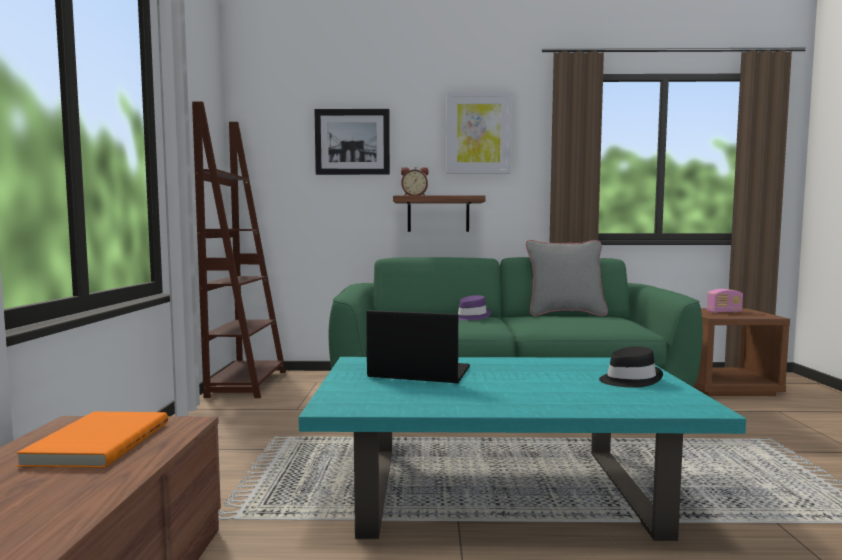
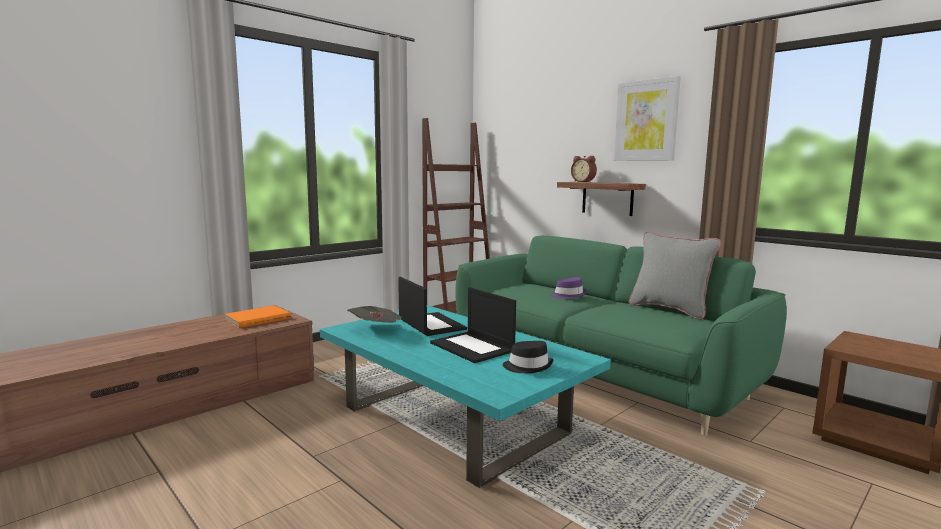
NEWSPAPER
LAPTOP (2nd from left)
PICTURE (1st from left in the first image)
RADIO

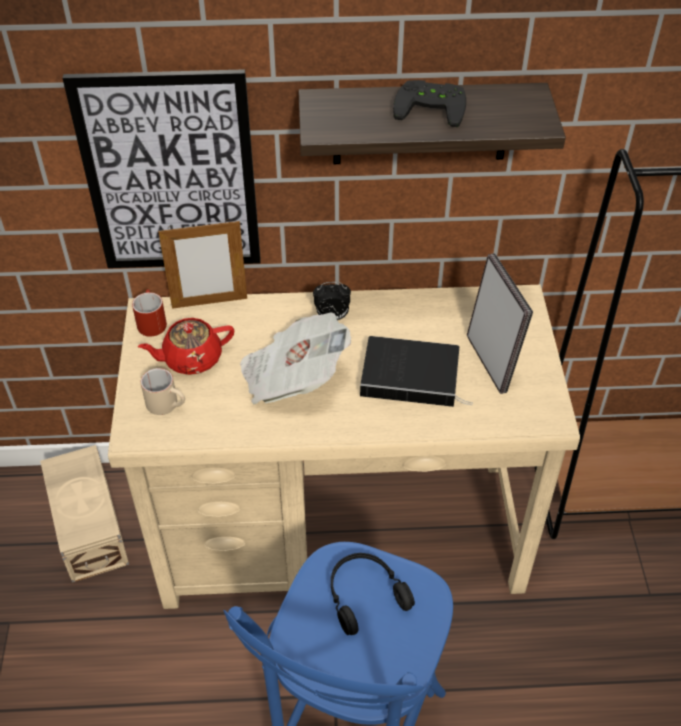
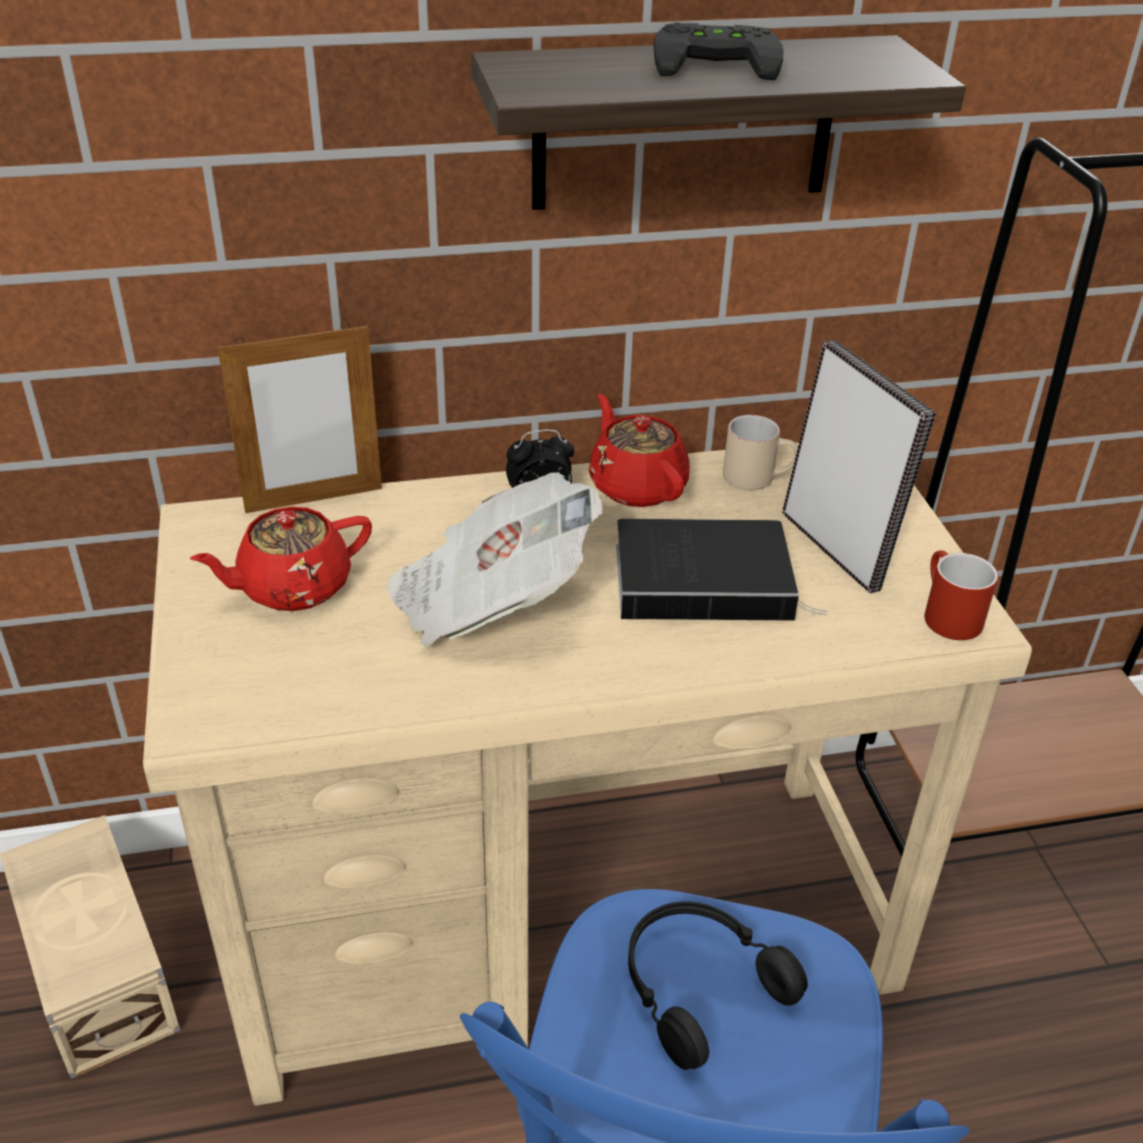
RED TEAPOT (2nd from left)
BEIGE MUG
RED MUG
PICTURE

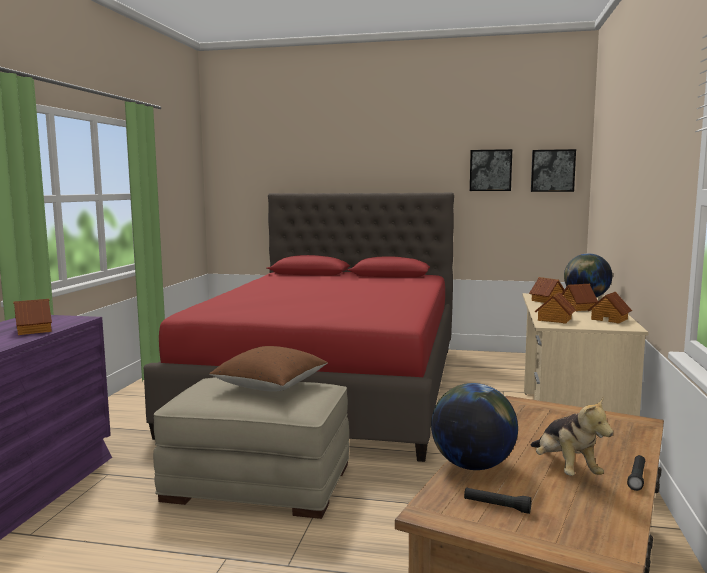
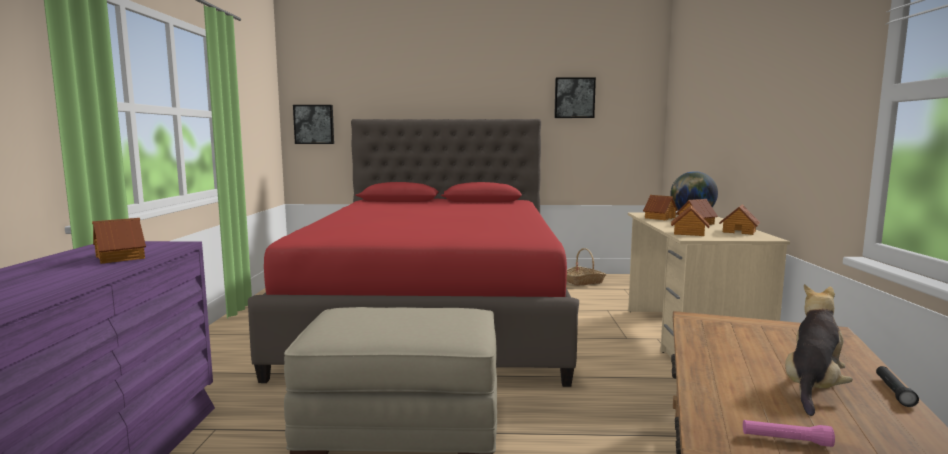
PICTURE (1st from left)
BASKET
PINK FLASHLIGHT
PLUSH TOY
BROWN PILLOW
GLOBE (1st from left in the first image)

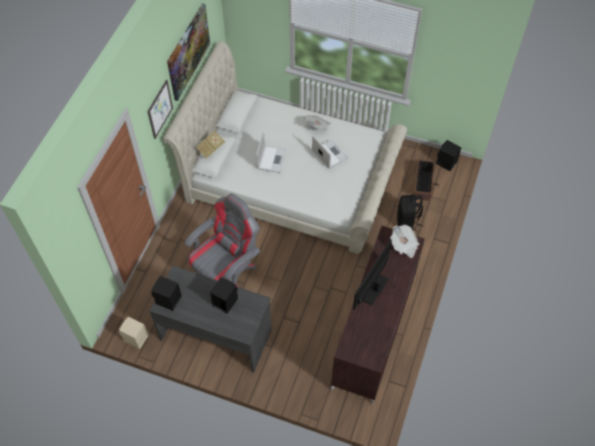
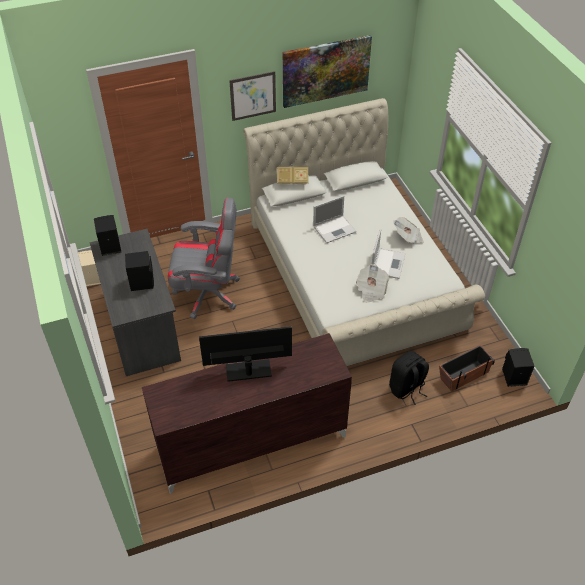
NEWSPAPER (1st from left)

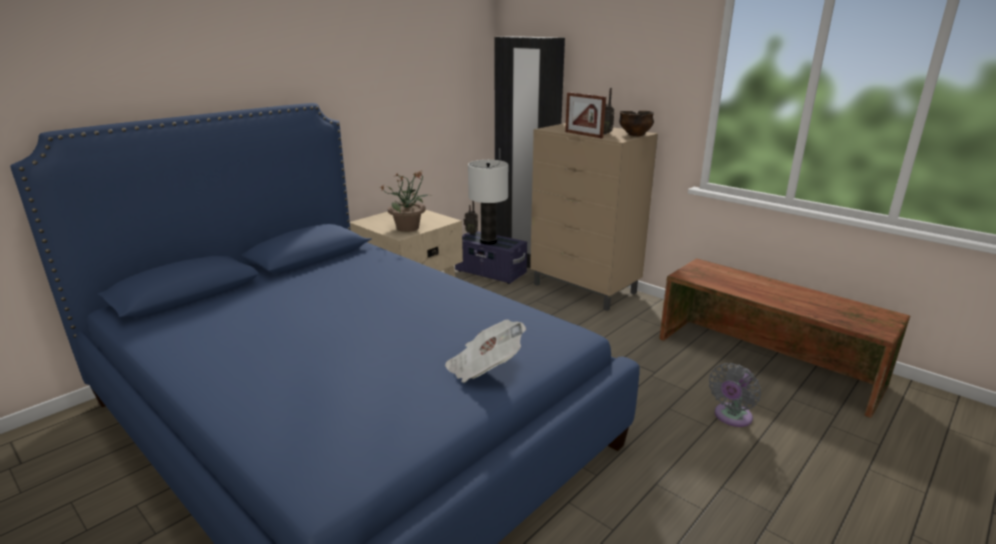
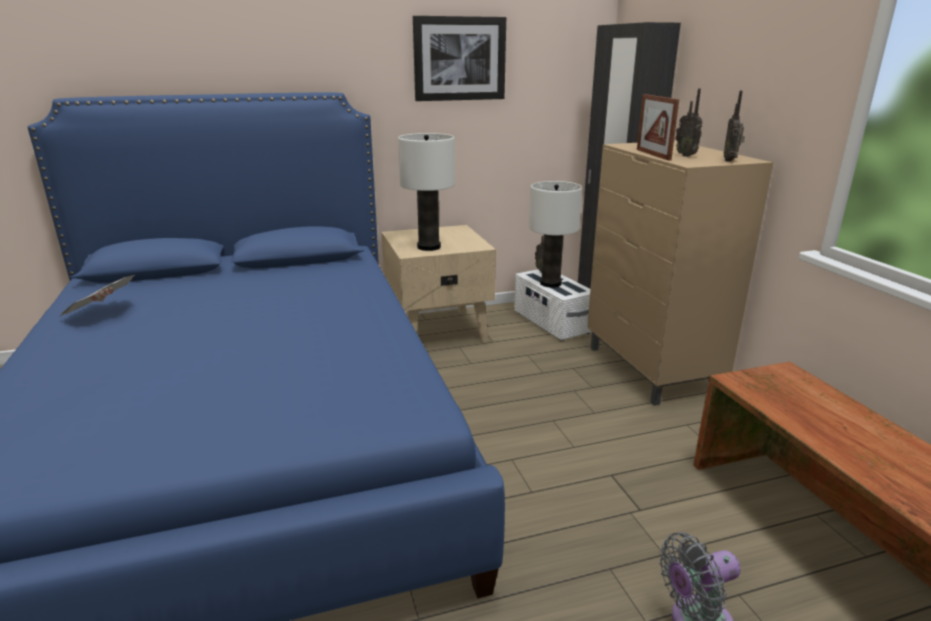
NEWSPAPER
WHITE TABLE LAMP (1st from left)
PICTURE
WHITE STORAGE BOX
RADIO (3rd from left)

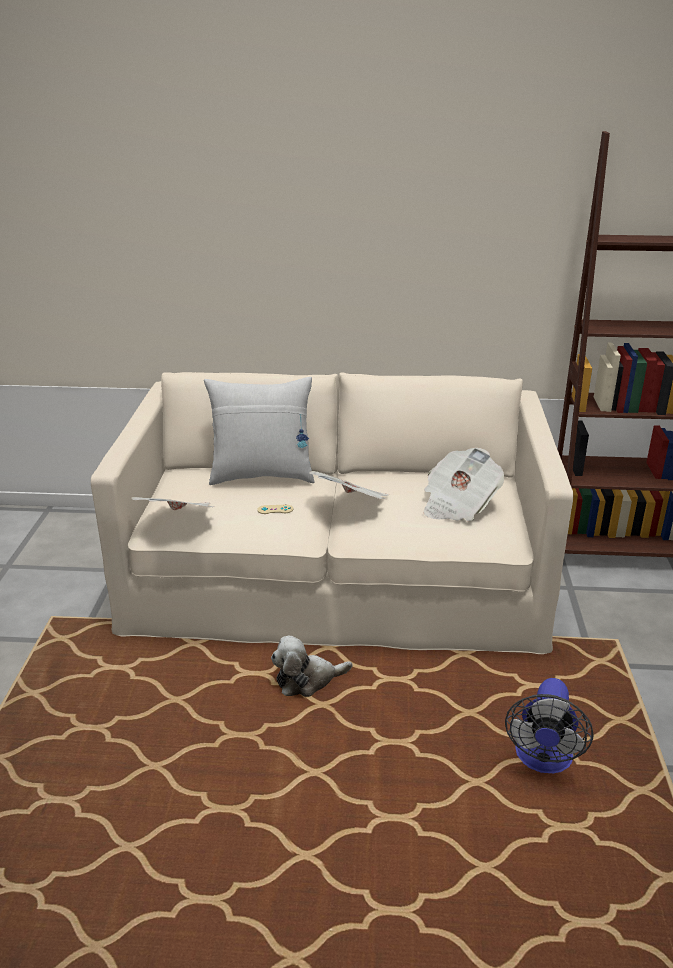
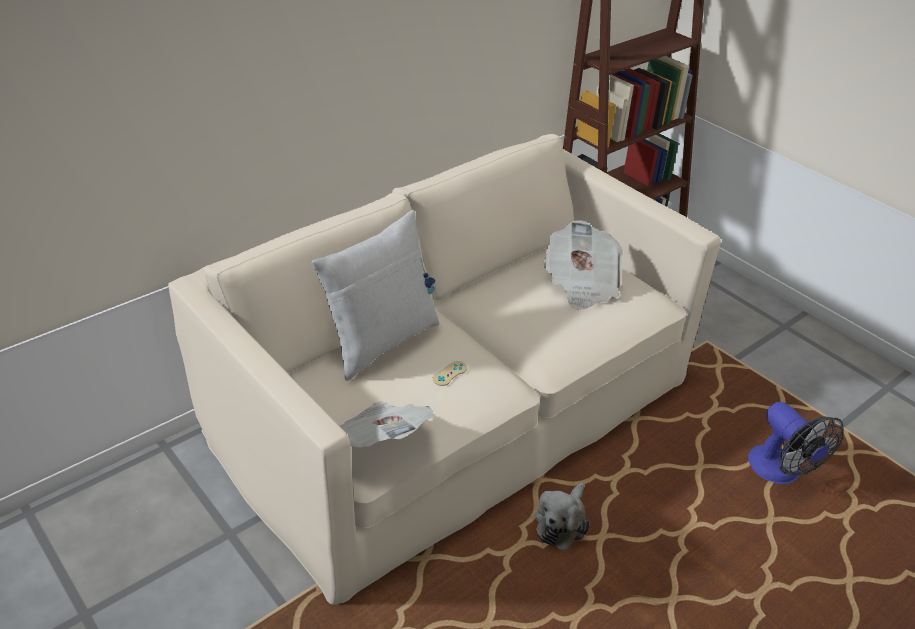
NEWSPAPER (2nd from left in the first image)

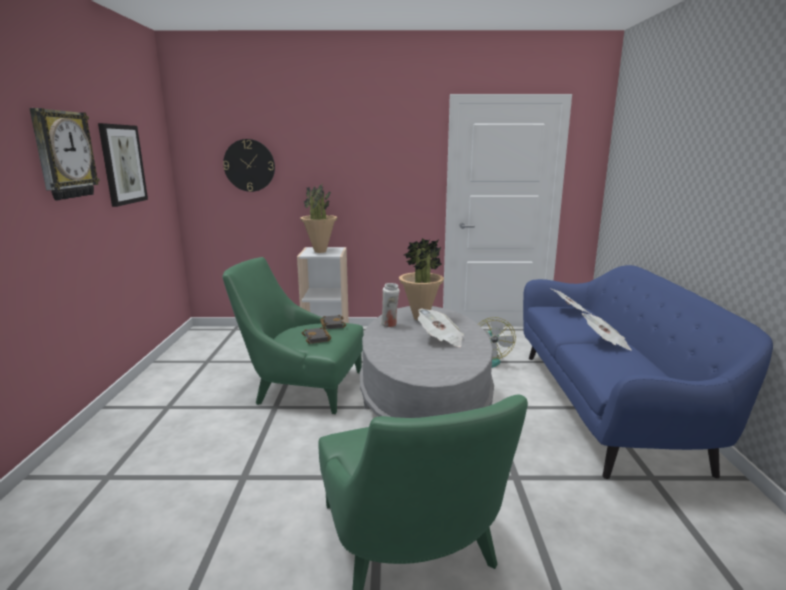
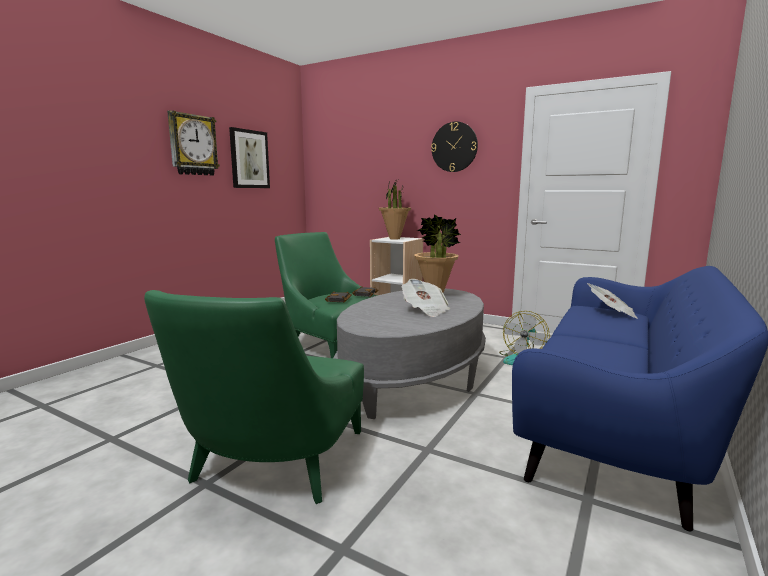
WALL CLOCK (2nd from left)
WHITE VASE
NEWSPAPER (3rd from left in the first image)

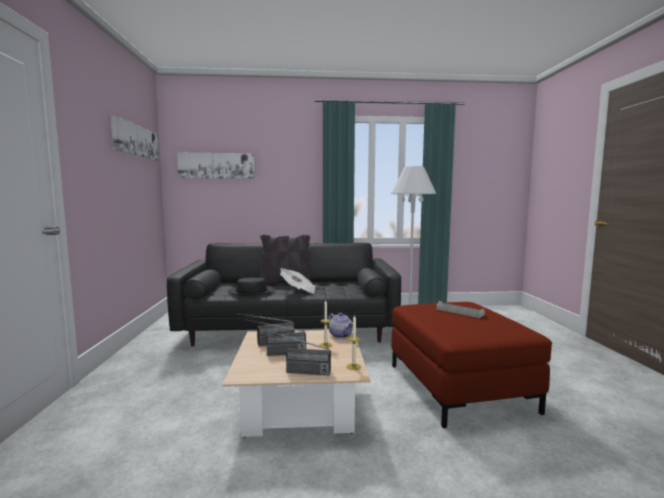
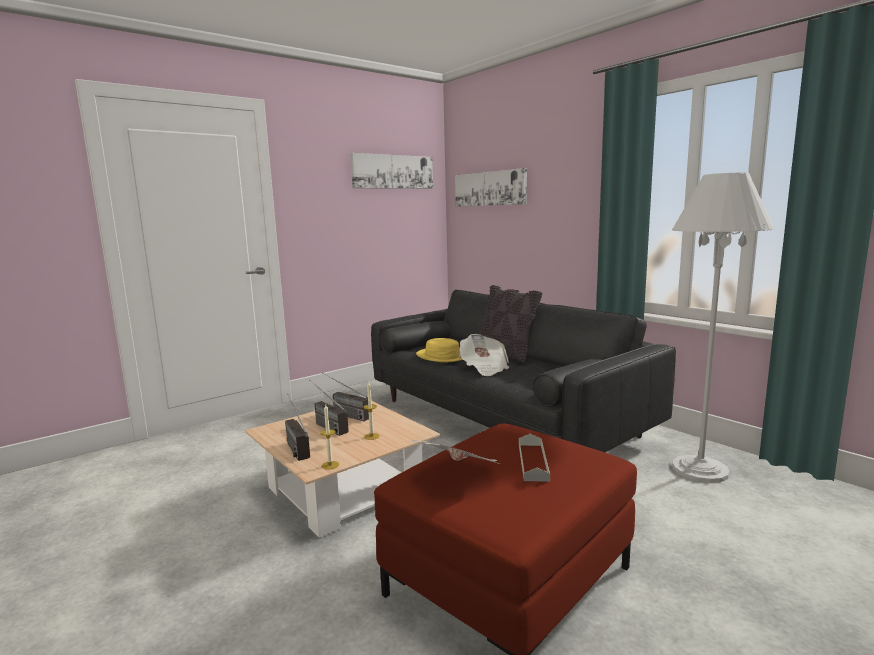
NEWSPAPER (1st from left)
YELLOW HAT
TEAPOT

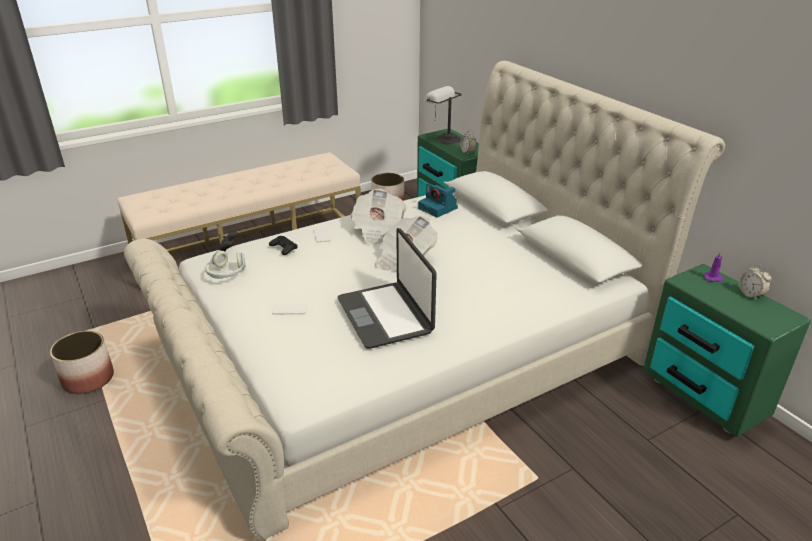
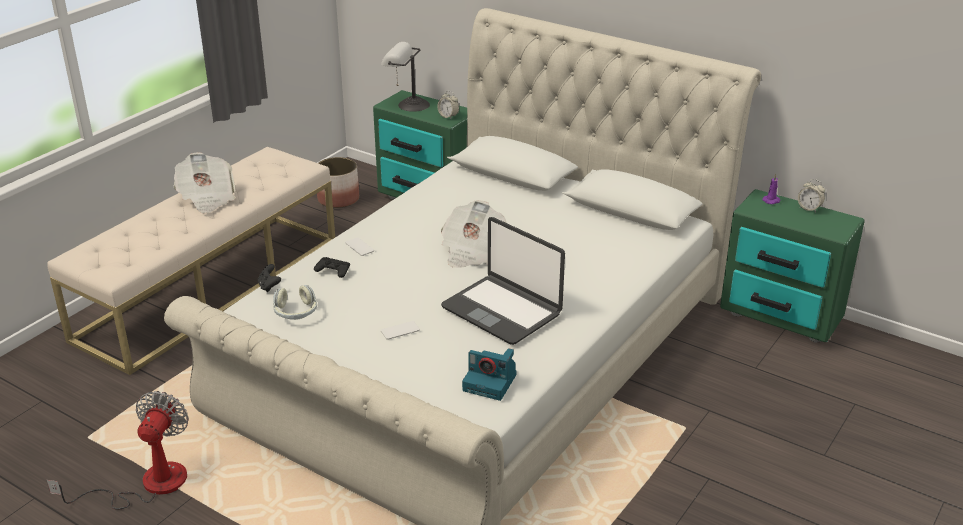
FAN
NEWSPAPER (1st from left)
PHOTO CAMERA

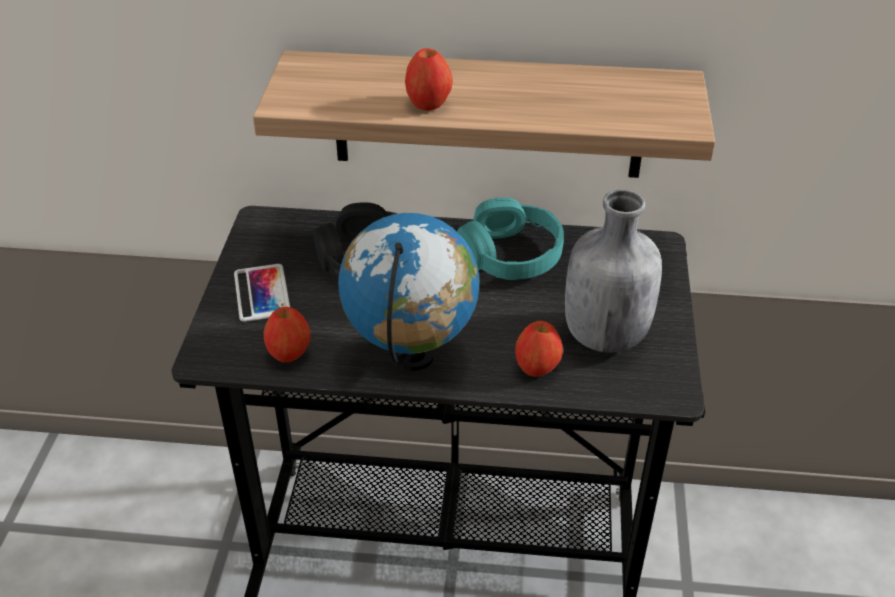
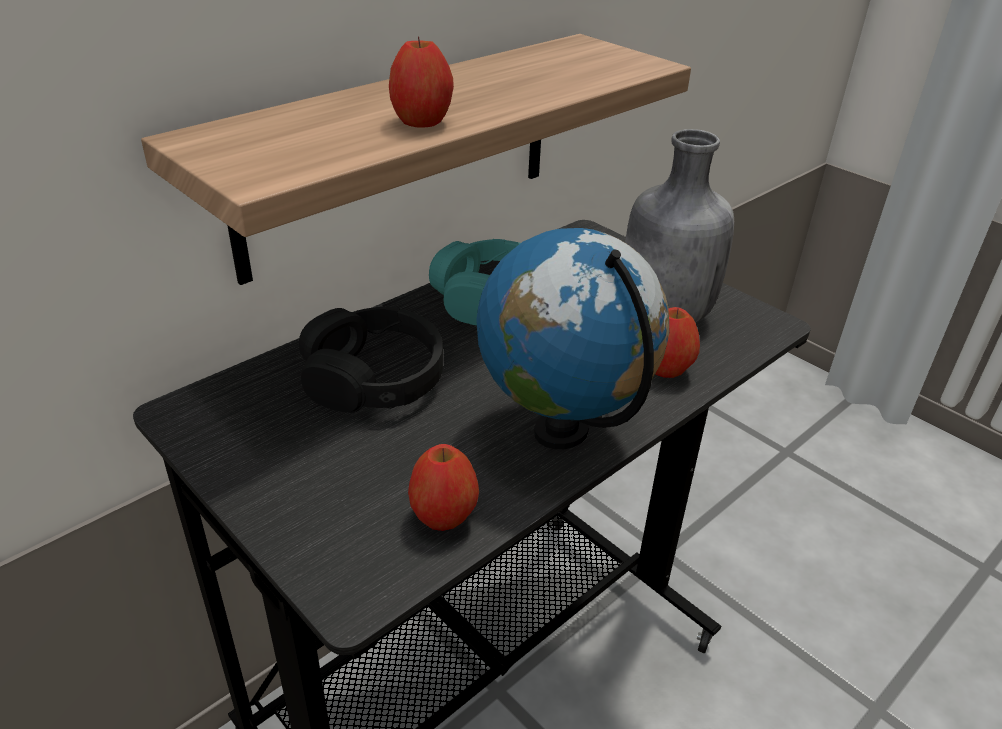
PHONE

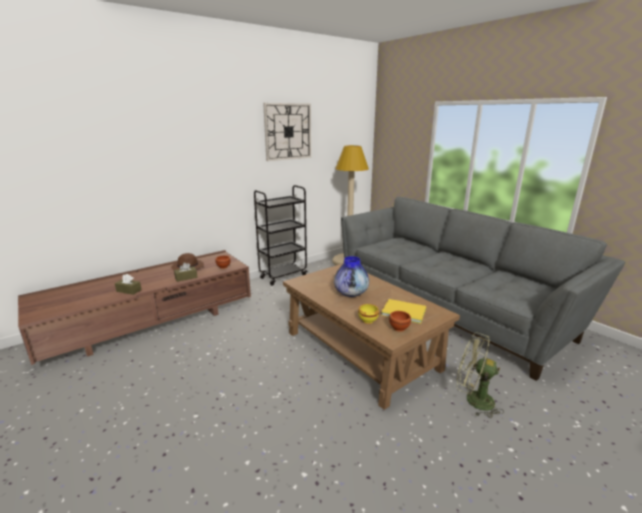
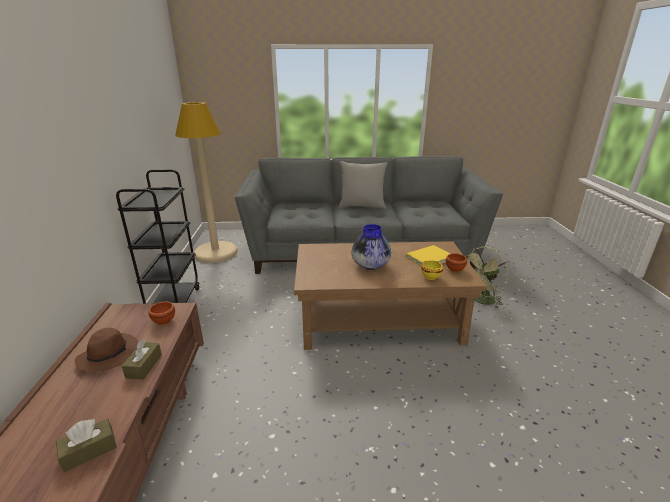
GREY PILLOW
WALL CLOCK

